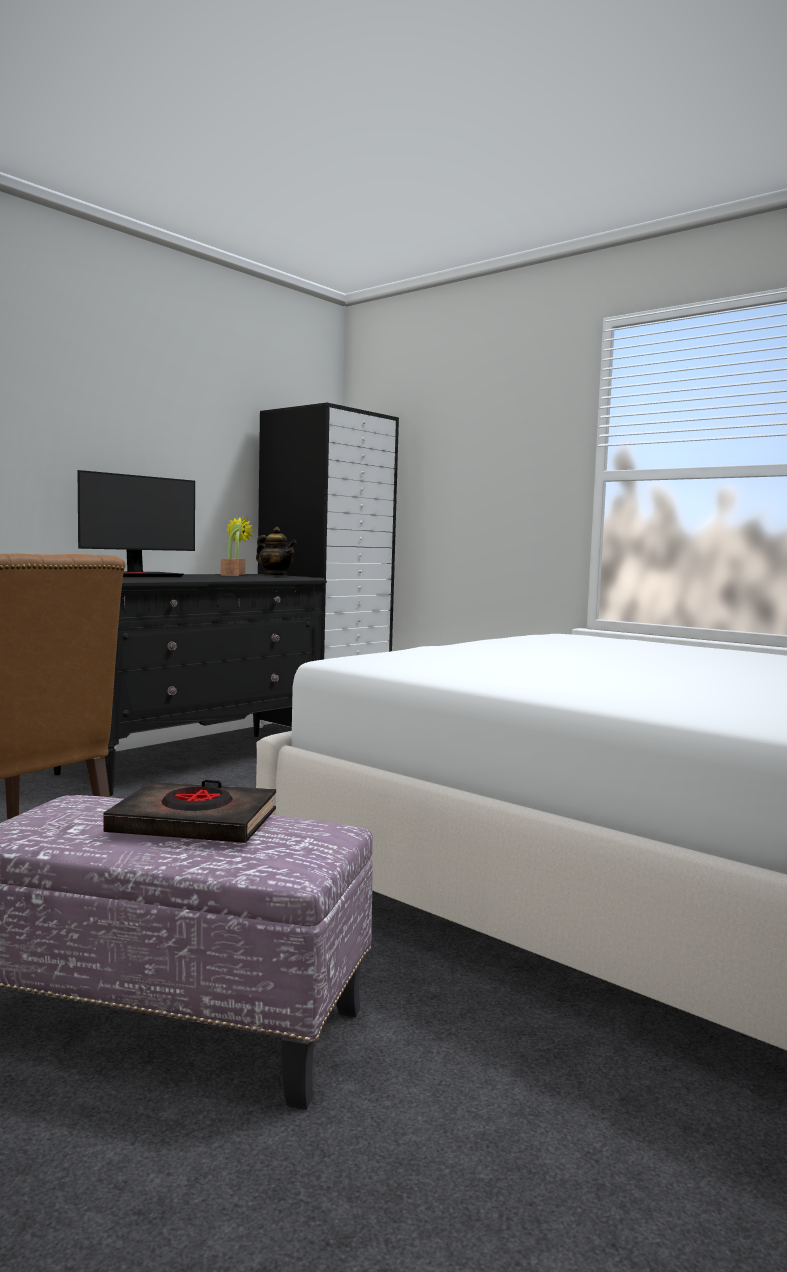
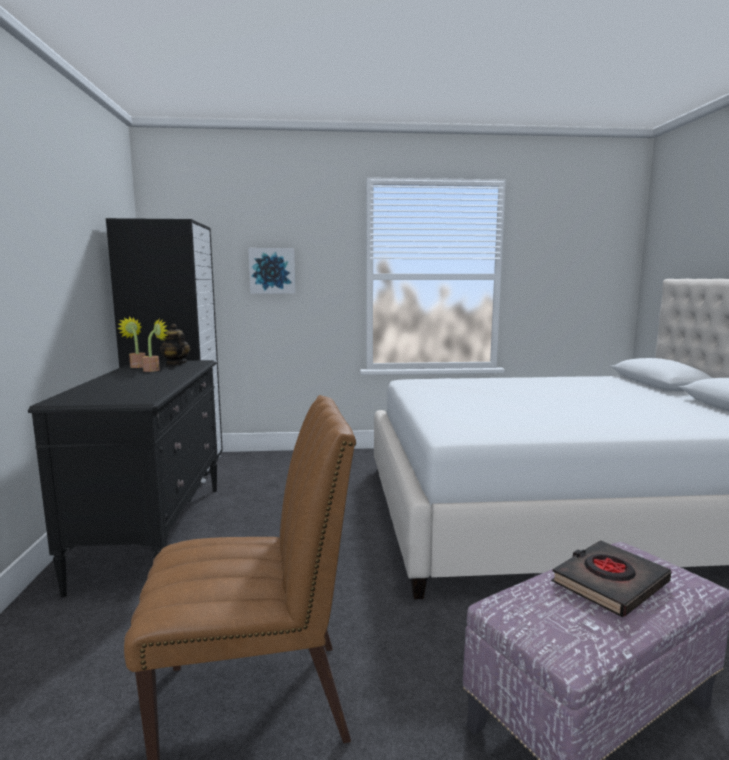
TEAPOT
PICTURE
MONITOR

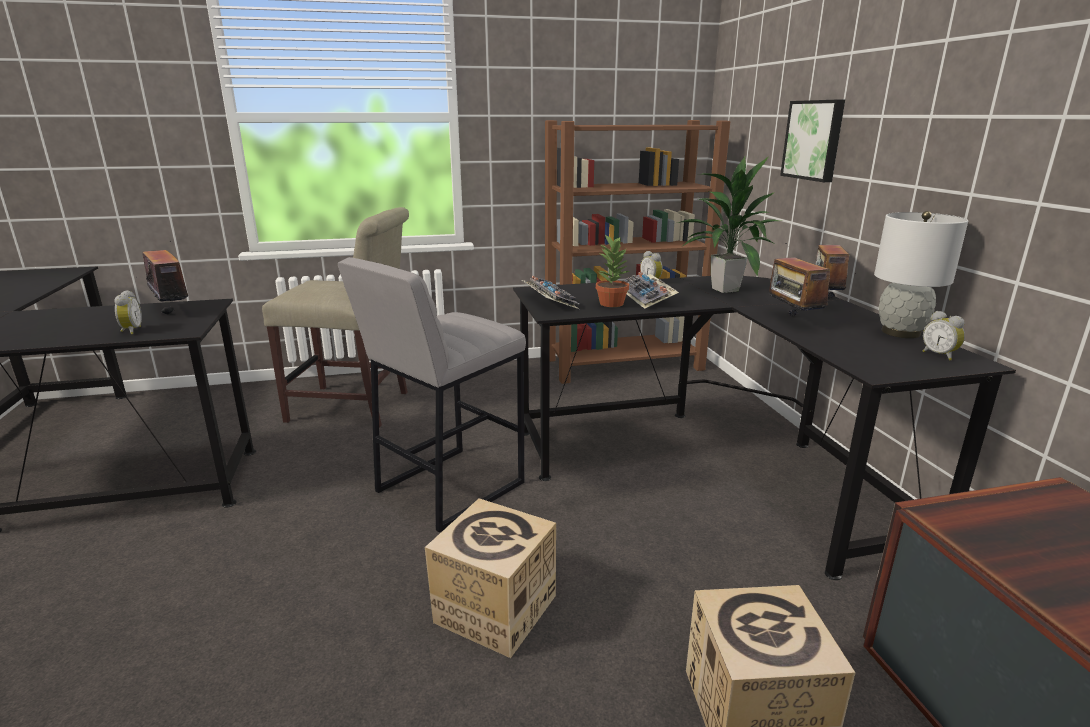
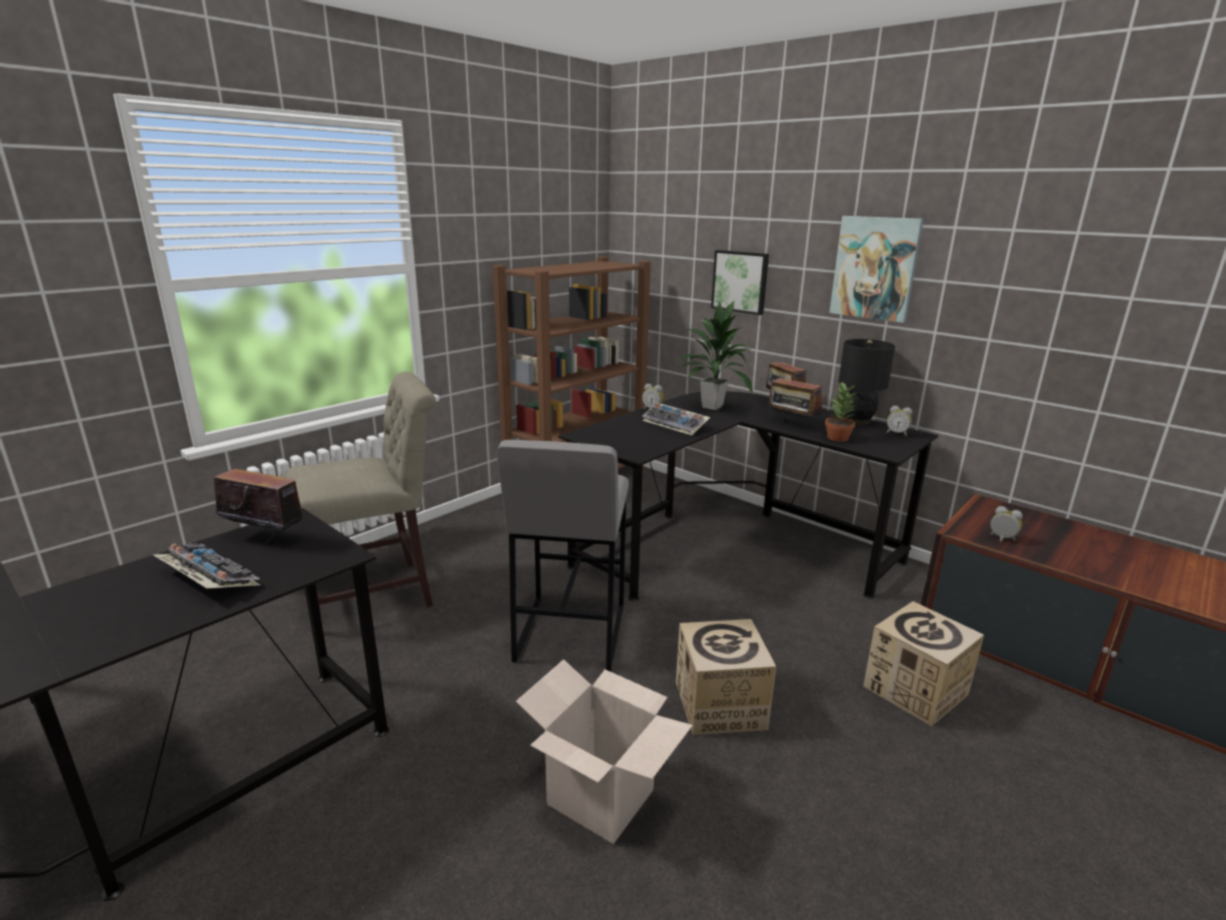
KEYBOARD (1st from left)
CARDBOARD BOX (1st from left)
POTTED PLANT (2nd from left)
PICTURE (2nd from left)
BLACK TABLE LAMP
ALARM CLOCK (3rd from left)

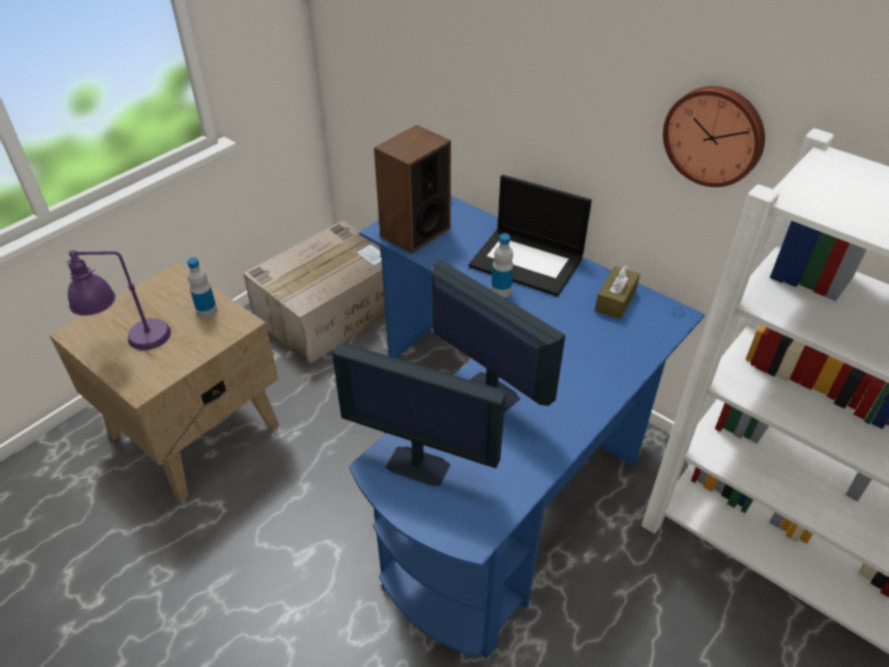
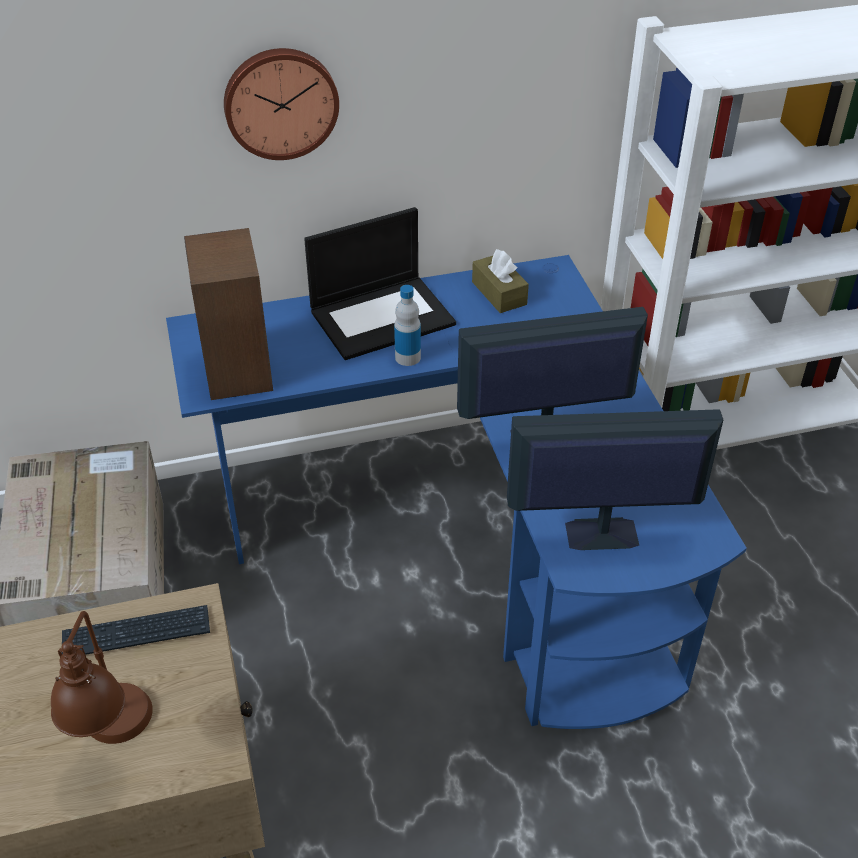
BROWN TABLE LAMP
KEYBOARD
WALL CLOCK
MONITOR (2nd from left)

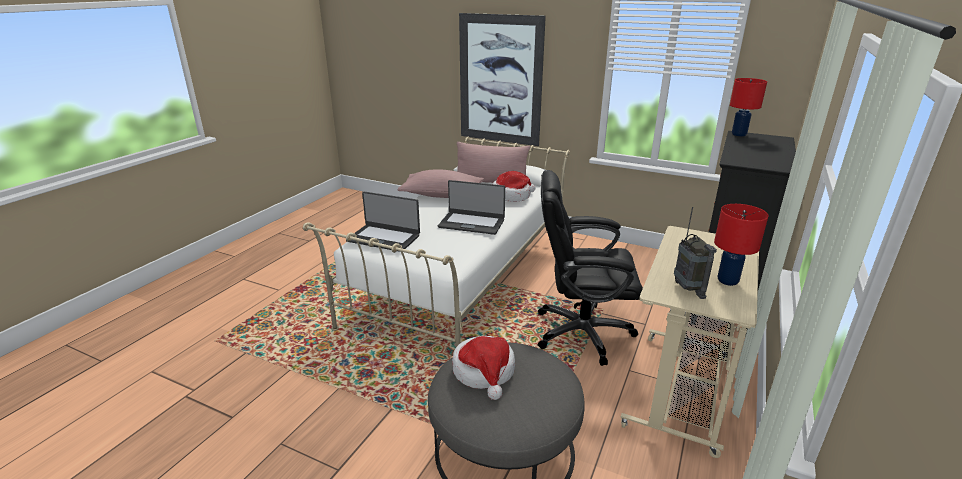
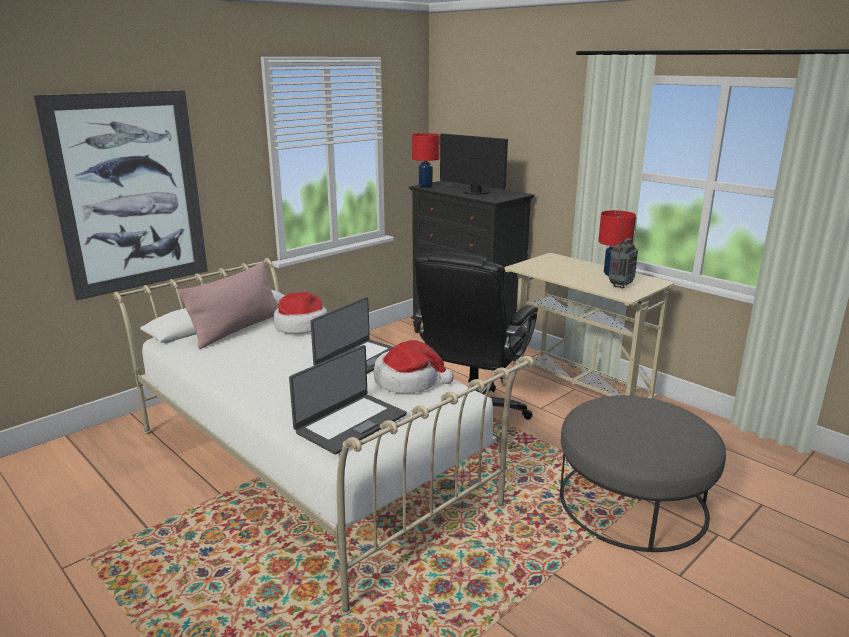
HAT (2nd from left)
MONITOR
RADIO
PINK PILLOW (1st from left in the first image)

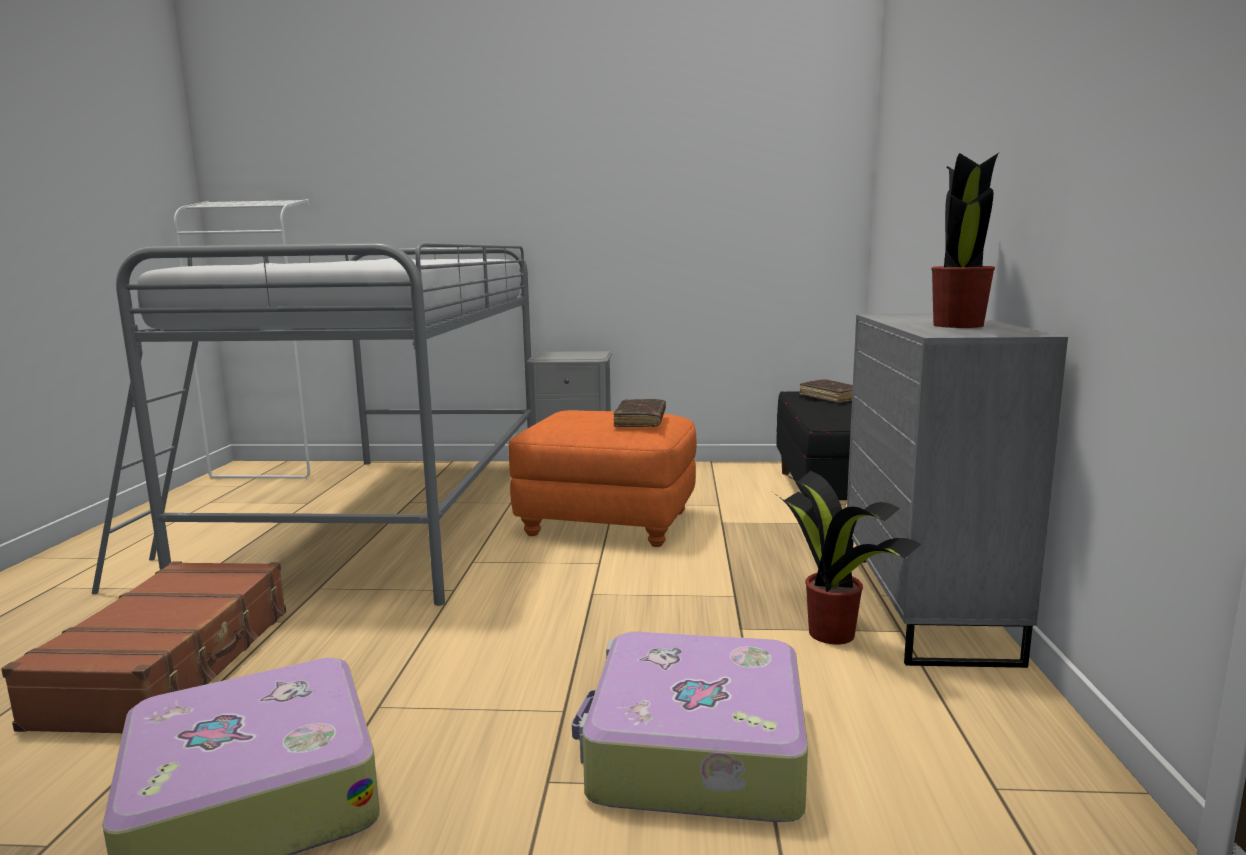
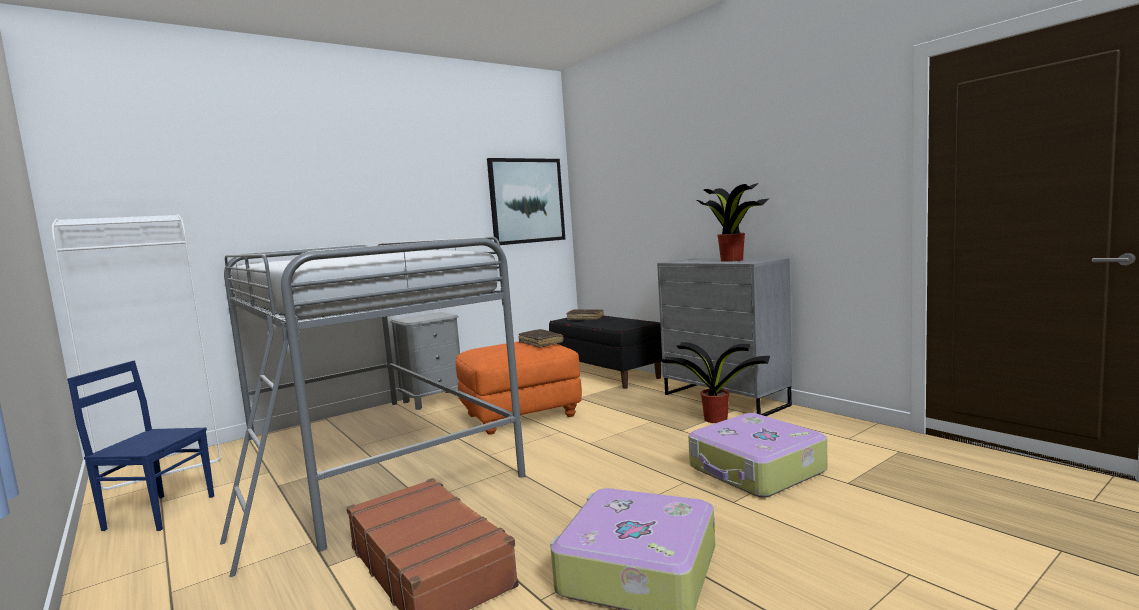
BLUE CHAIR
PICTURE

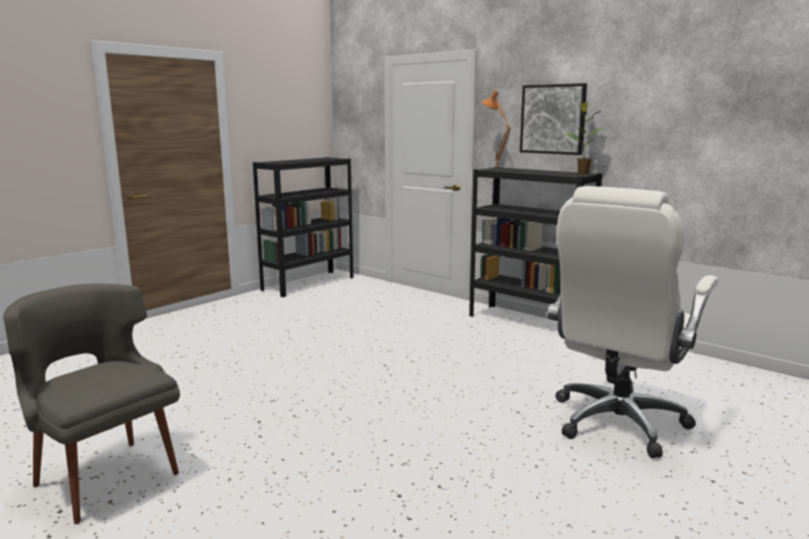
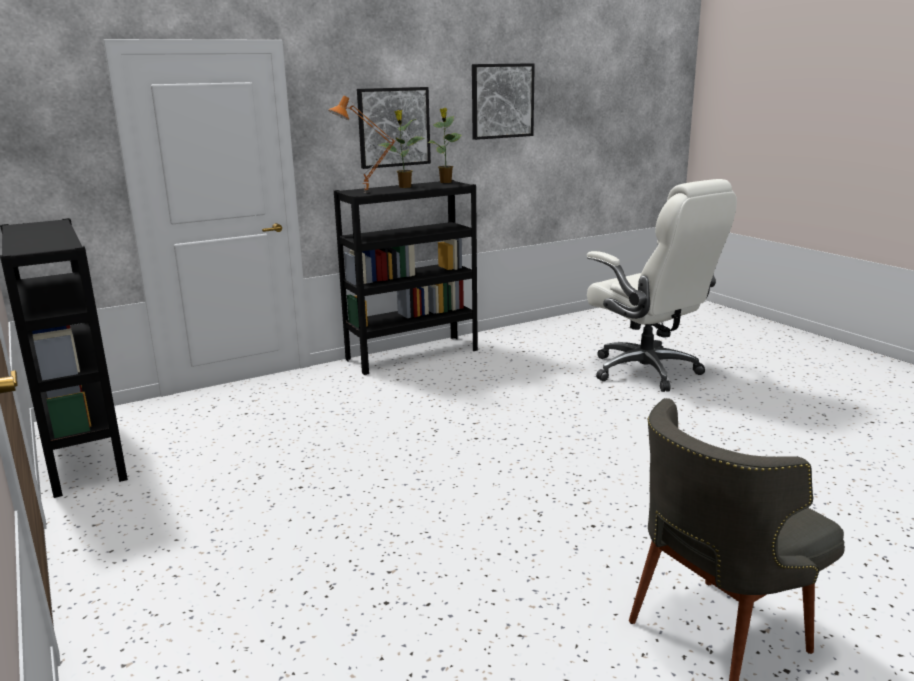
POTTED PLANT (1st from left)
PICTURE (2nd from left)

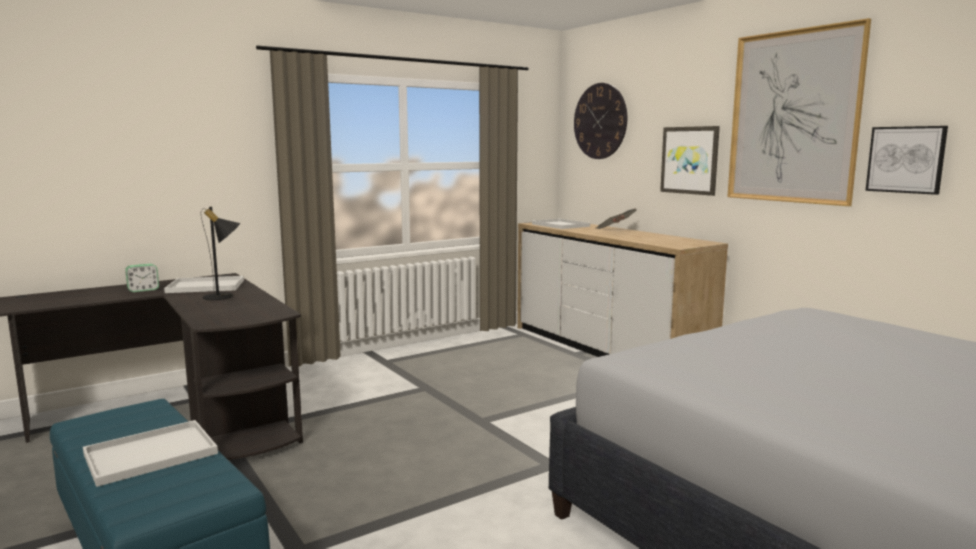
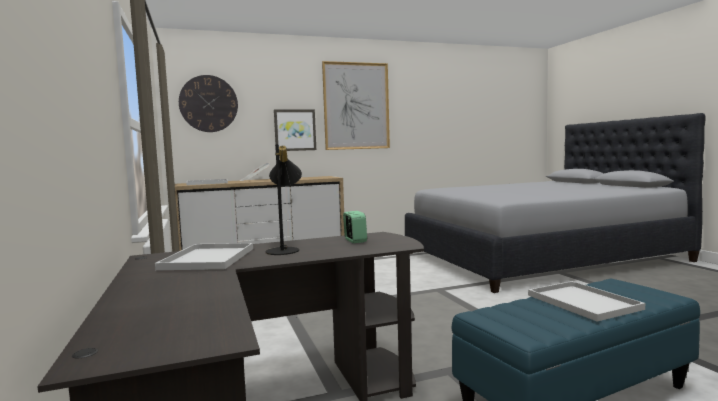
ALARM CLOCK
PICTURE (3rd from left in the first image)

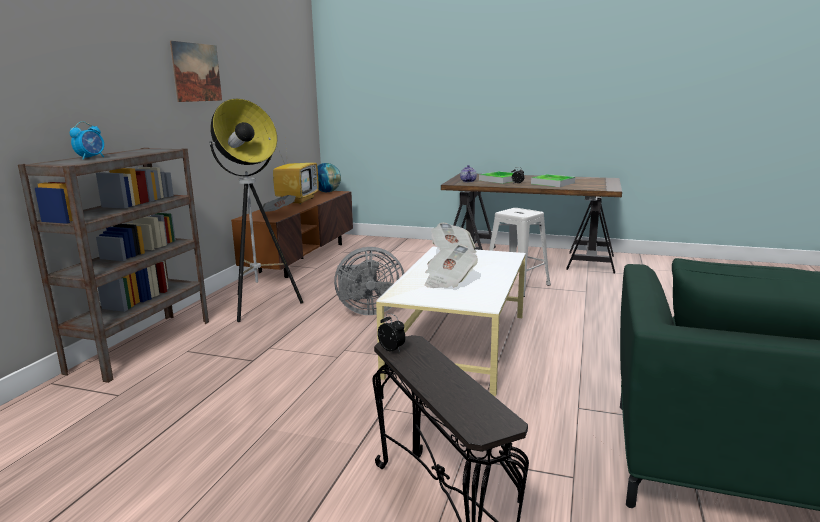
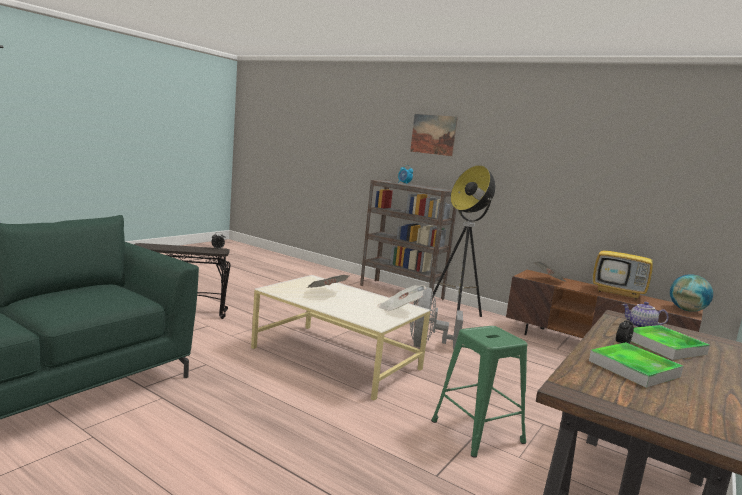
PICTURE
GREEN STOOL

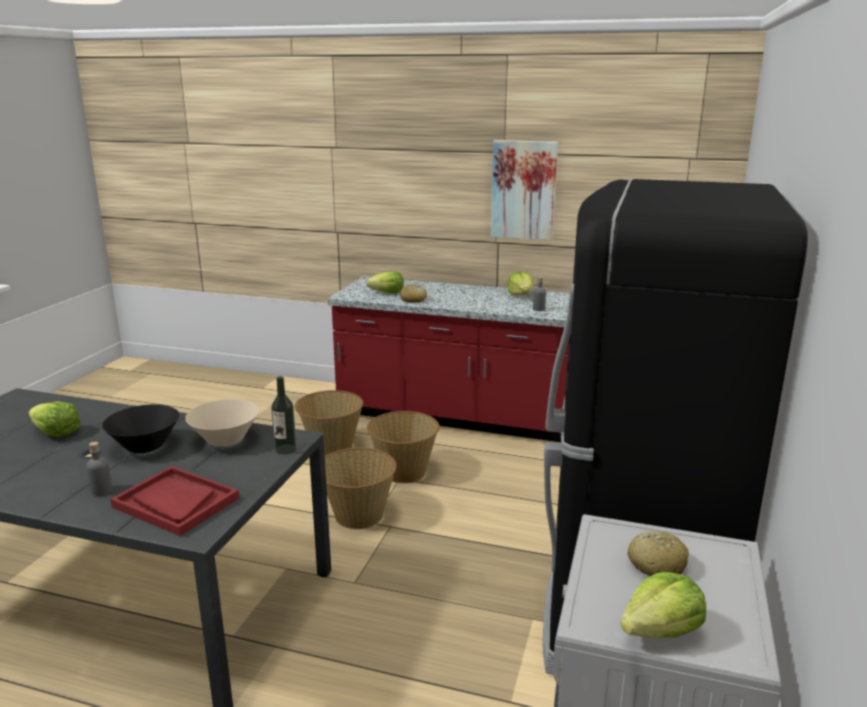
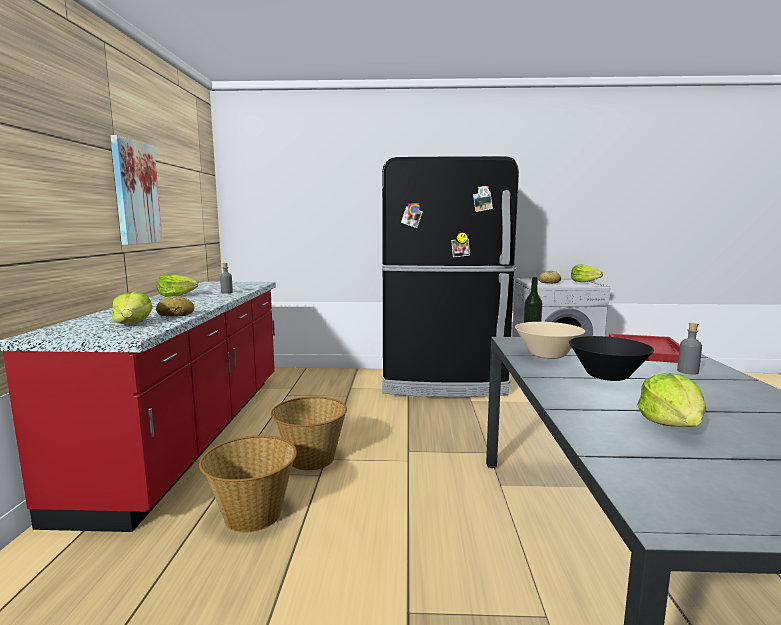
BASKET (2nd from left in the first image)

